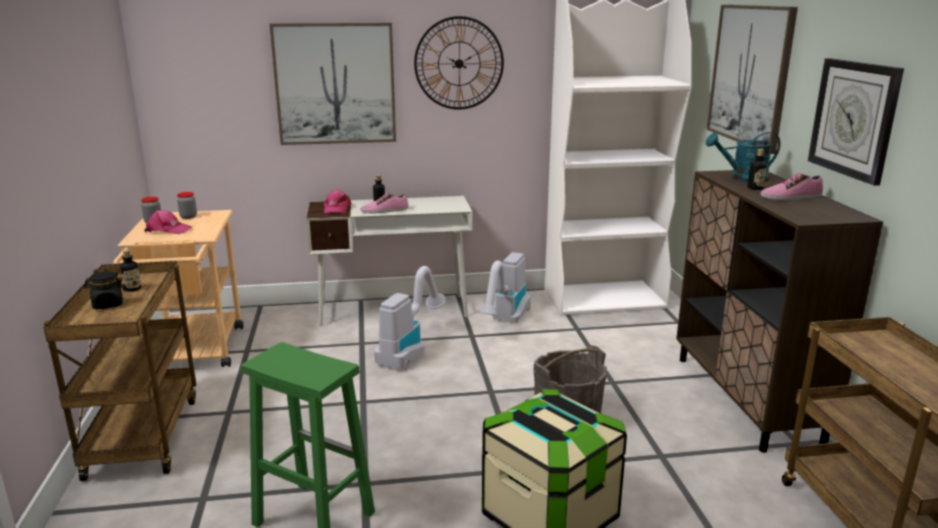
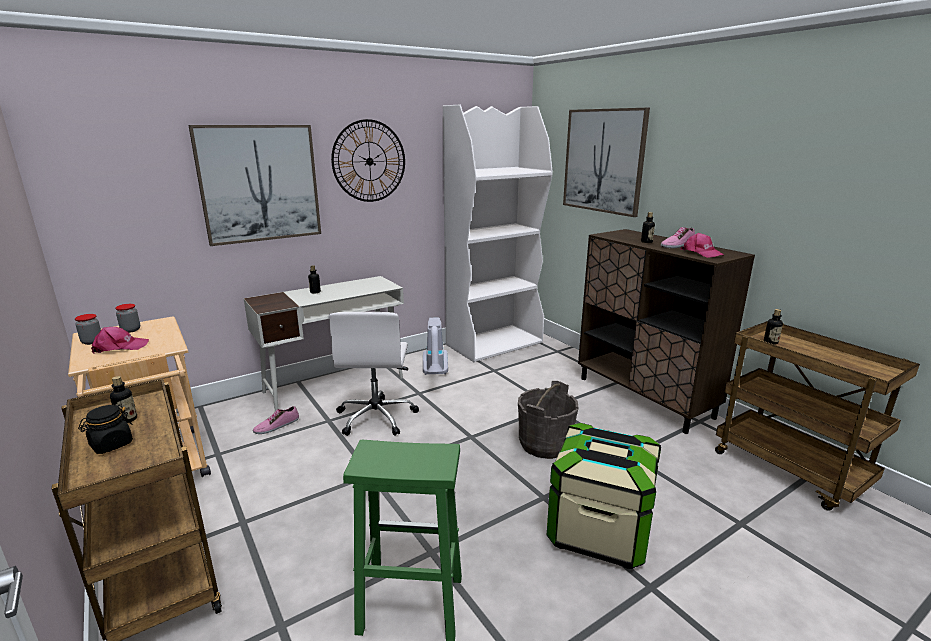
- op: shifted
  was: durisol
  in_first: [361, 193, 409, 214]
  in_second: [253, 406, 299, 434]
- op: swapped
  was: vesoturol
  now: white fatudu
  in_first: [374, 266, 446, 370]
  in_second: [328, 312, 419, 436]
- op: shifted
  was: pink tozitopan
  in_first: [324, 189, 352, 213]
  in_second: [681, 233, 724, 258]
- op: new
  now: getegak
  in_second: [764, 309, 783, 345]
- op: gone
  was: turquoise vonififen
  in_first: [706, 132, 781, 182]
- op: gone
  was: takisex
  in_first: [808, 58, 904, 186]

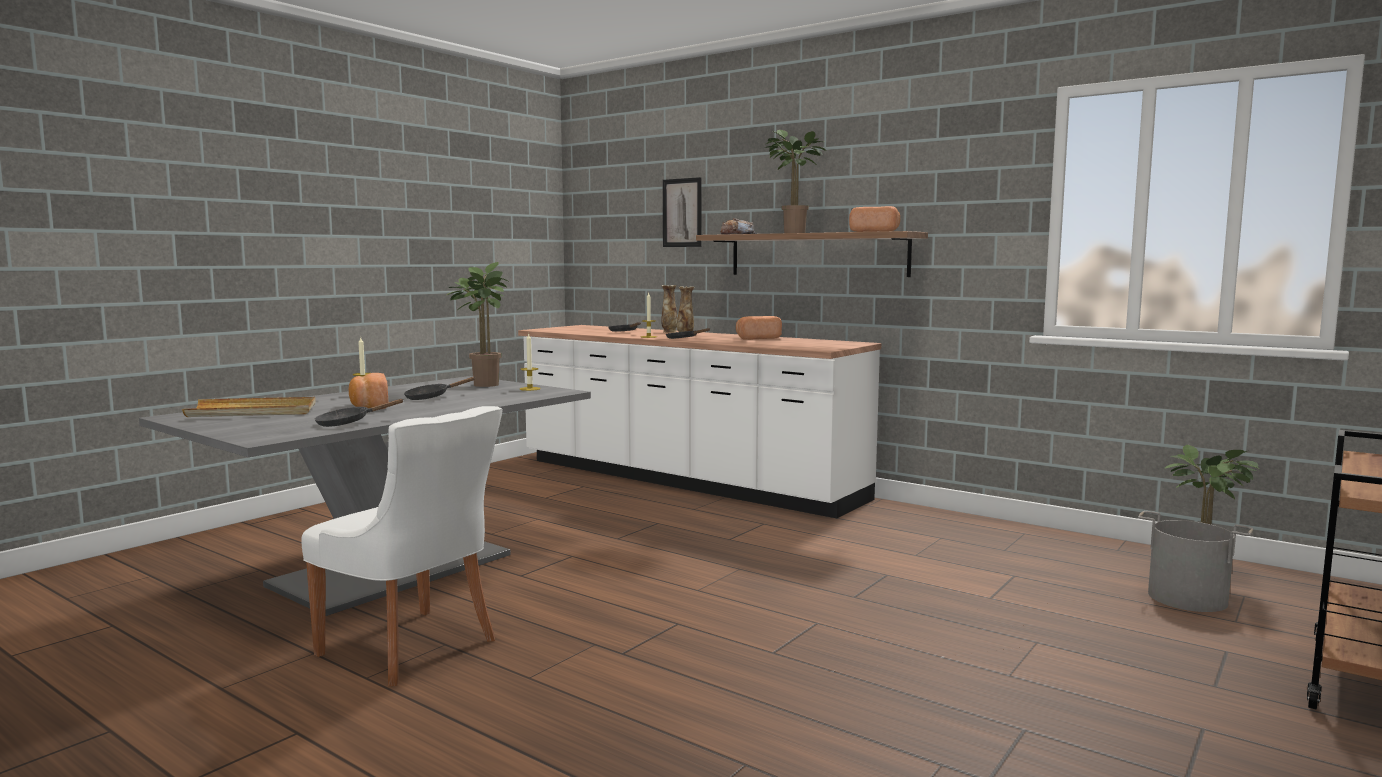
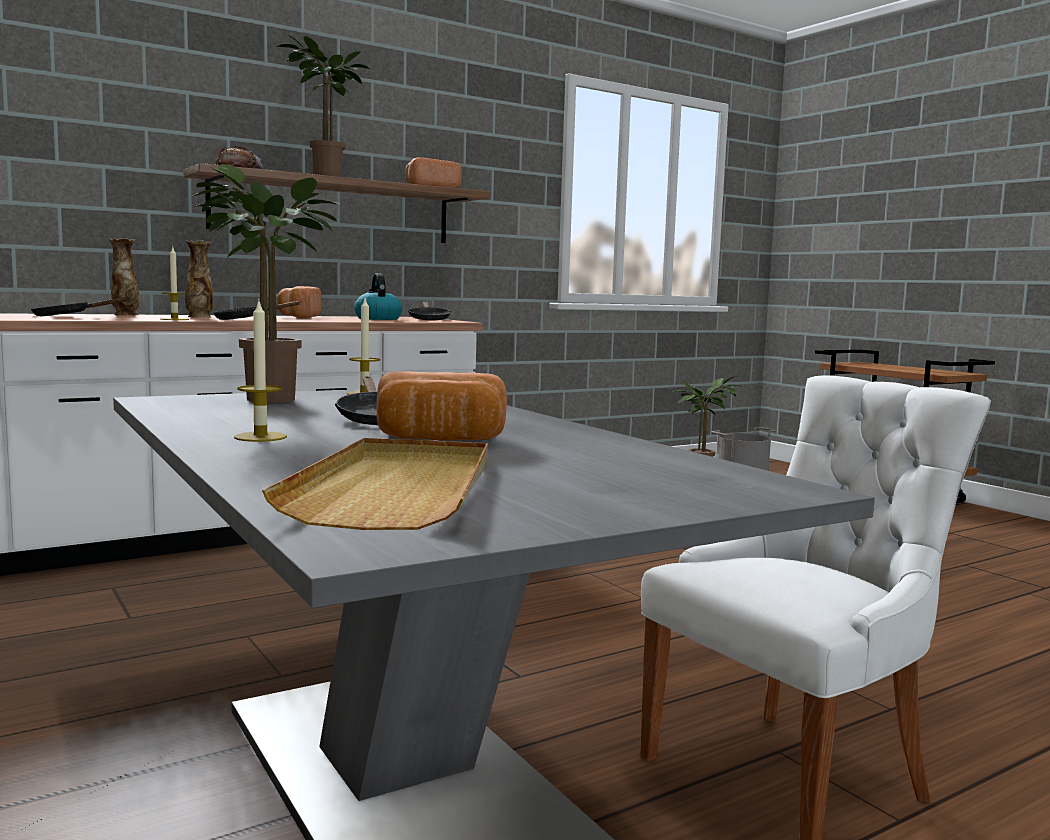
- op: new
  now: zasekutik
  in_second: [354, 273, 402, 320]
- op: shifted
  was: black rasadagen
  in_first: [315, 399, 404, 427]
  in_second: [408, 302, 451, 320]
- op: gone
  was: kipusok
  in_first: [663, 177, 702, 247]

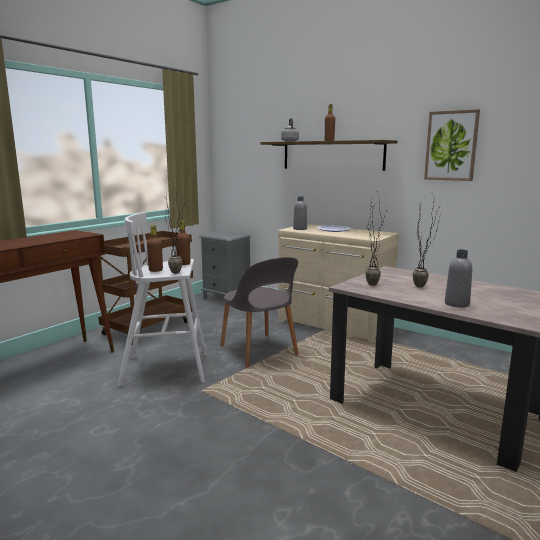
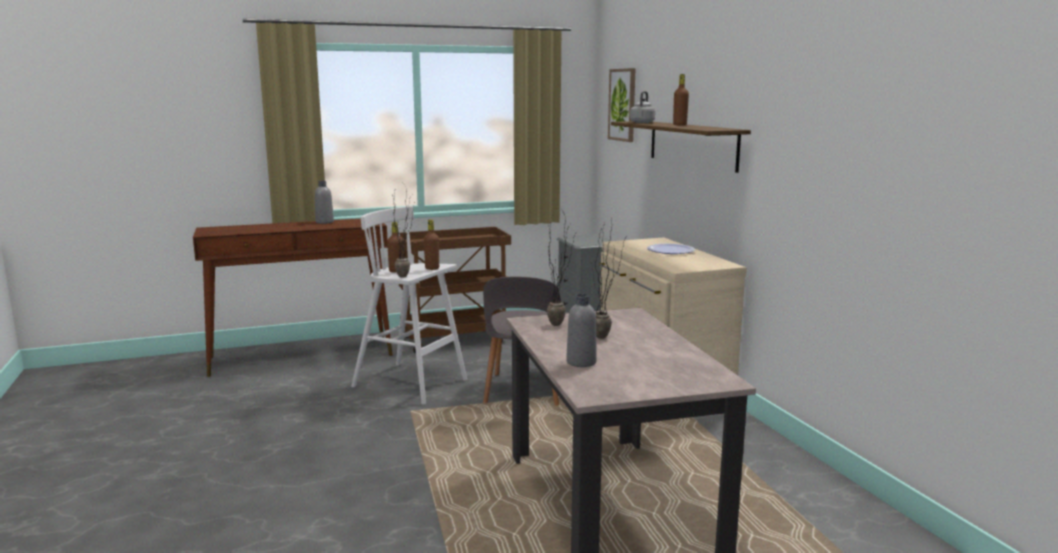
- op: shifted
  was: grey getegak
  in_first: [293, 196, 307, 230]
  in_second: [315, 181, 334, 224]
- op: shifted
  was: kipusok
  in_first: [424, 109, 480, 181]
  in_second: [608, 68, 635, 142]

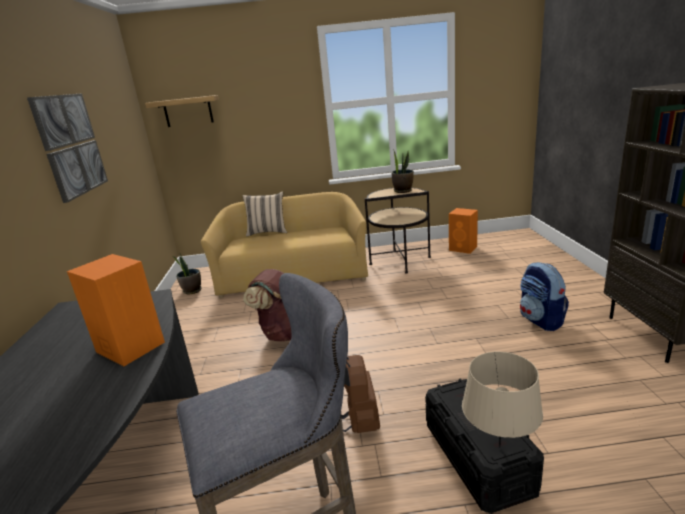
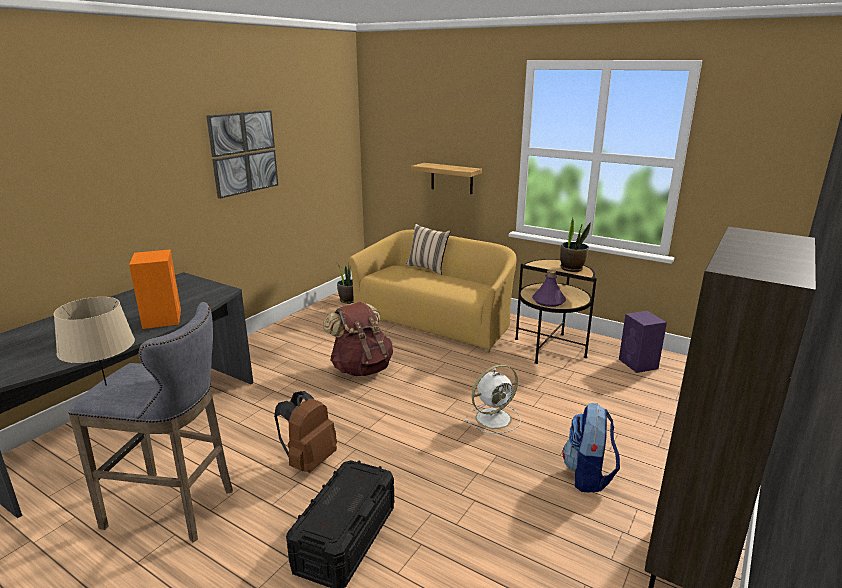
- op: shifted
  was: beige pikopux
  in_first: [462, 352, 543, 448]
  in_second: [54, 297, 135, 386]
- op: shifted
  was: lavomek
  in_first: [145, 95, 219, 127]
  in_second: [411, 163, 482, 194]
- op: new
  now: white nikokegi
  in_second: [465, 364, 521, 434]
- op: new
  now: purple getegak
  in_second: [532, 270, 566, 307]
- op: repainted
  was: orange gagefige
  now: purple gagefige
  in_first: [449, 208, 478, 254]
  in_second: [619, 311, 667, 373]

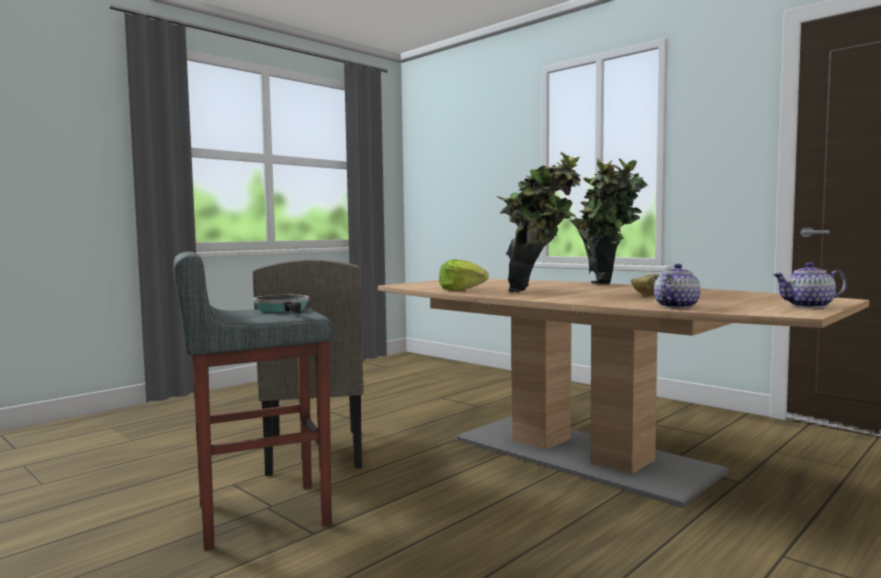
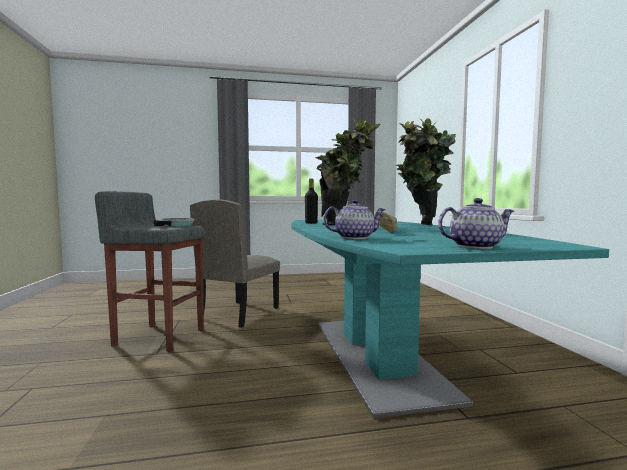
- op: repainted
  was: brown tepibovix
  now: turquoise tepibovix
  in_first: [378, 279, 869, 508]
  in_second: [291, 220, 609, 419]
- op: swapped
  was: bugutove
  now: black getegak
  in_first: [439, 259, 489, 291]
  in_second: [305, 179, 318, 224]
- op: rotated
  was: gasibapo
  in_first: [773, 262, 847, 308]
  in_second: [438, 198, 514, 249]
  clockwise: 135

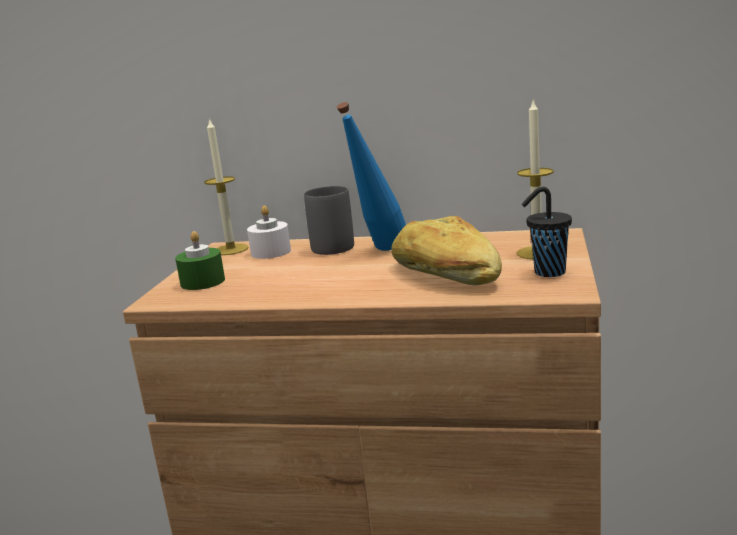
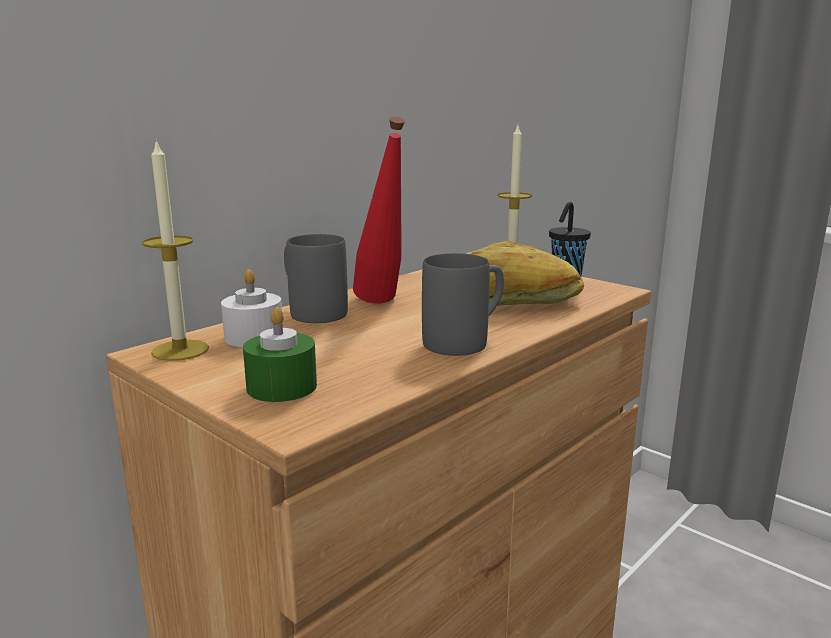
- op: repainted
  was: blue getegak
  now: red getegak
  in_first: [337, 102, 406, 251]
  in_second: [353, 117, 405, 304]
- op: new
  now: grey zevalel
  in_second: [422, 253, 504, 356]

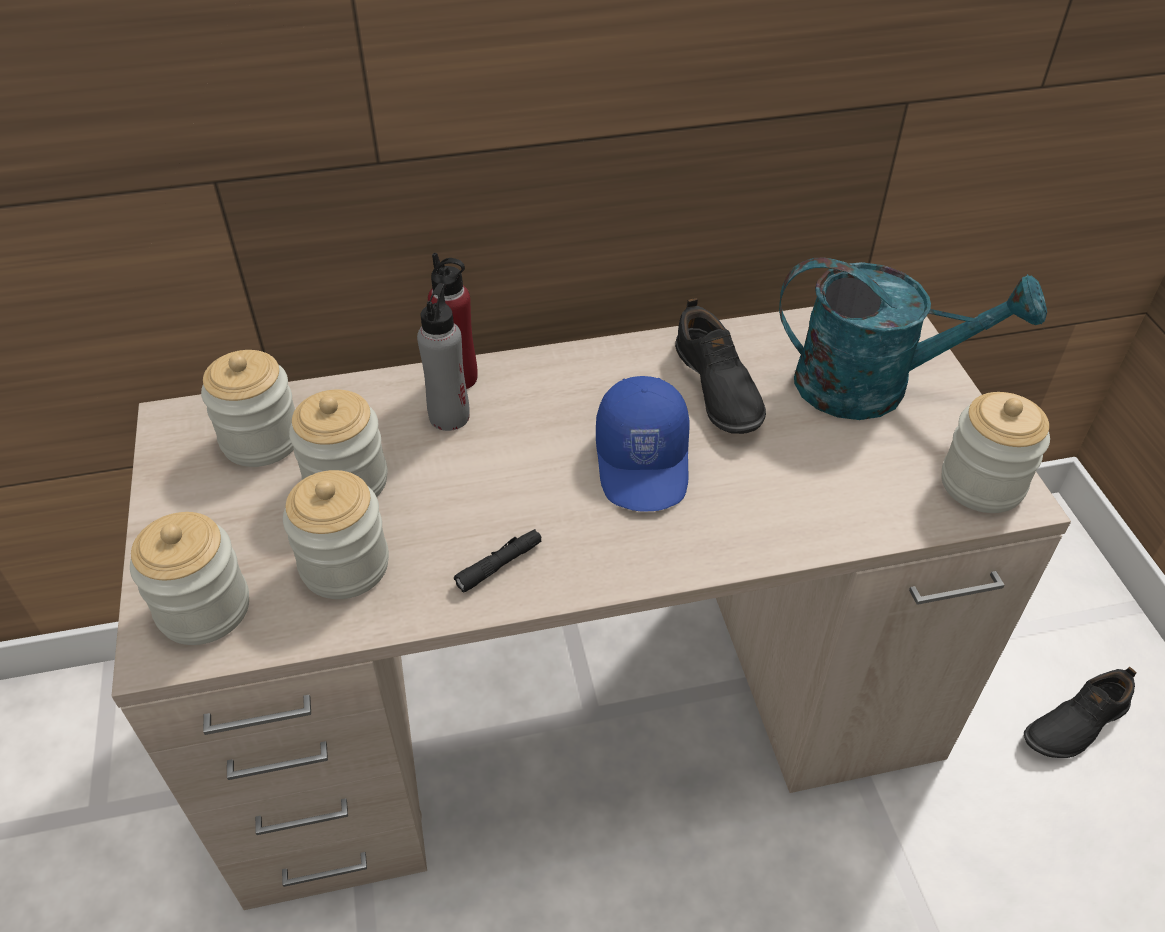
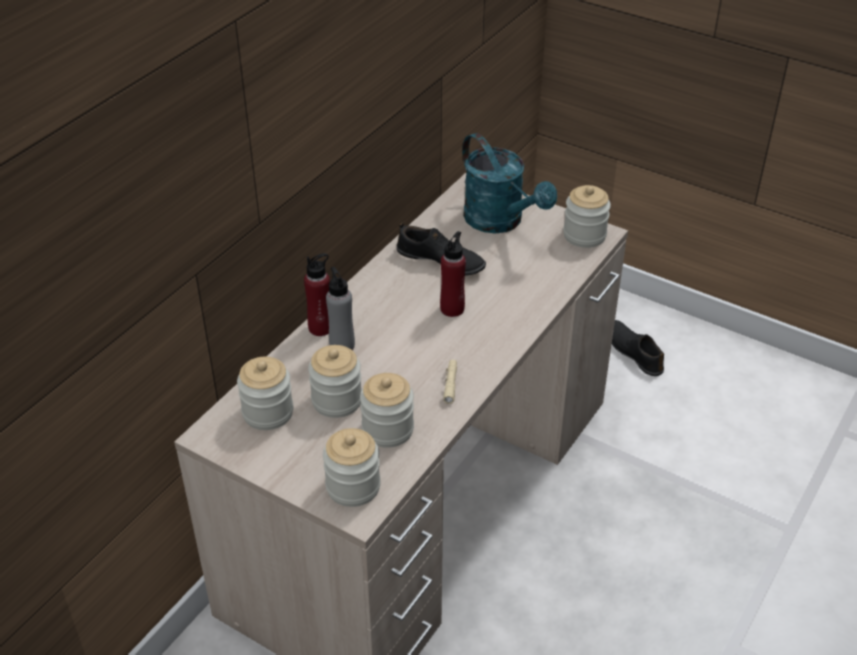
- op: swapped
  was: blue tozitopan
  now: red getegak
  in_first: [596, 376, 690, 511]
  in_second: [440, 231, 466, 317]
- op: repainted
  was: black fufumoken
  now: beige fufumoken
  in_first: [454, 529, 541, 593]
  in_second: [443, 360, 457, 404]
- op: rotated
  was: turquoise vonififen
  in_first: [779, 257, 1047, 420]
  in_second: [462, 133, 557, 233]
  clockwise: 90
- op: rotated
  was: black durisol
  in_first: [1024, 667, 1137, 758]
  in_second: [612, 320, 664, 376]
  clockwise: 135

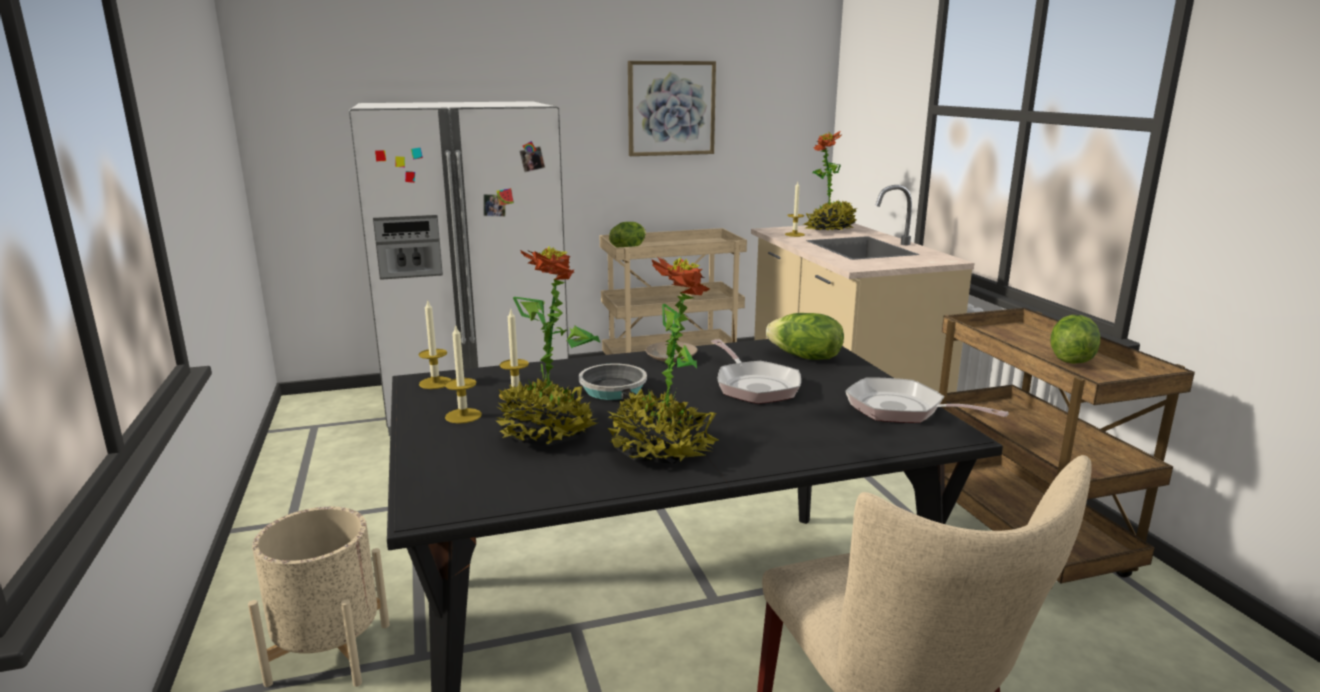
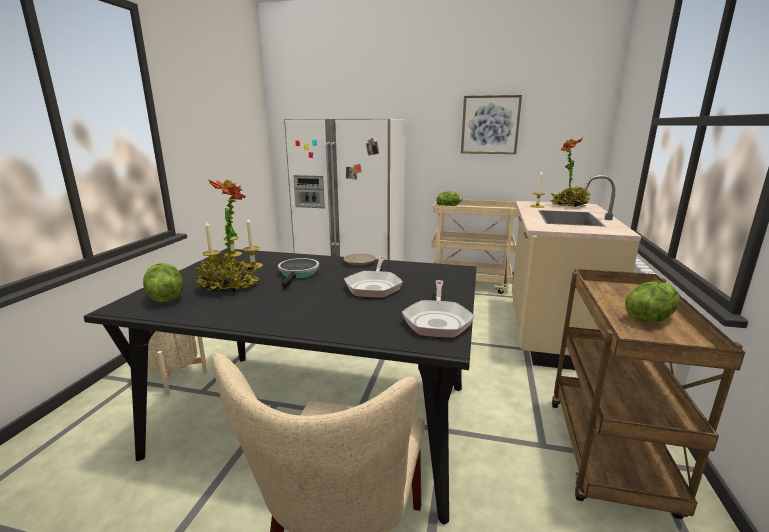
- op: shifted
  was: bugutove
  in_first: [766, 313, 844, 360]
  in_second: [143, 263, 183, 303]
- op: rotated
  was: rasadagen
  in_first: [845, 377, 1009, 423]
  in_second: [402, 280, 475, 338]
  clockwise: -150
- op: gone
  was: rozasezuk
  in_first: [608, 257, 719, 464]

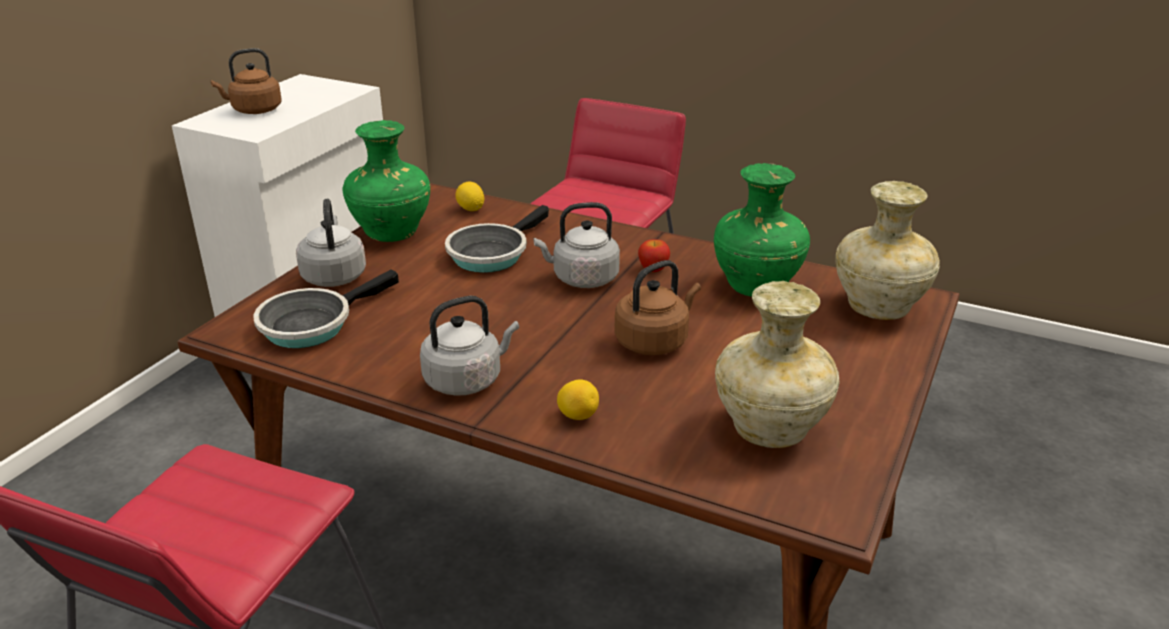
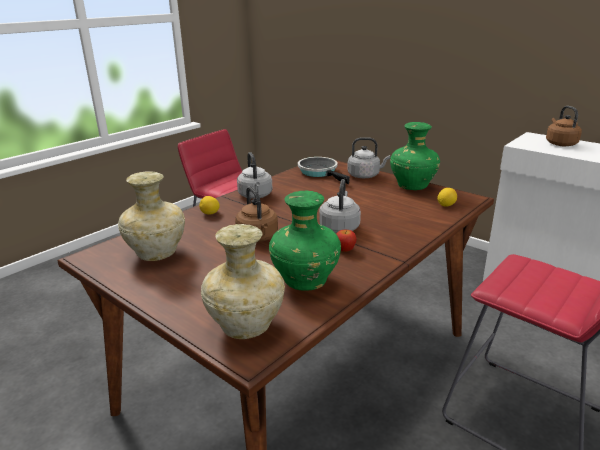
- op: gone
  was: rasadagen
  in_first: [445, 205, 549, 273]

